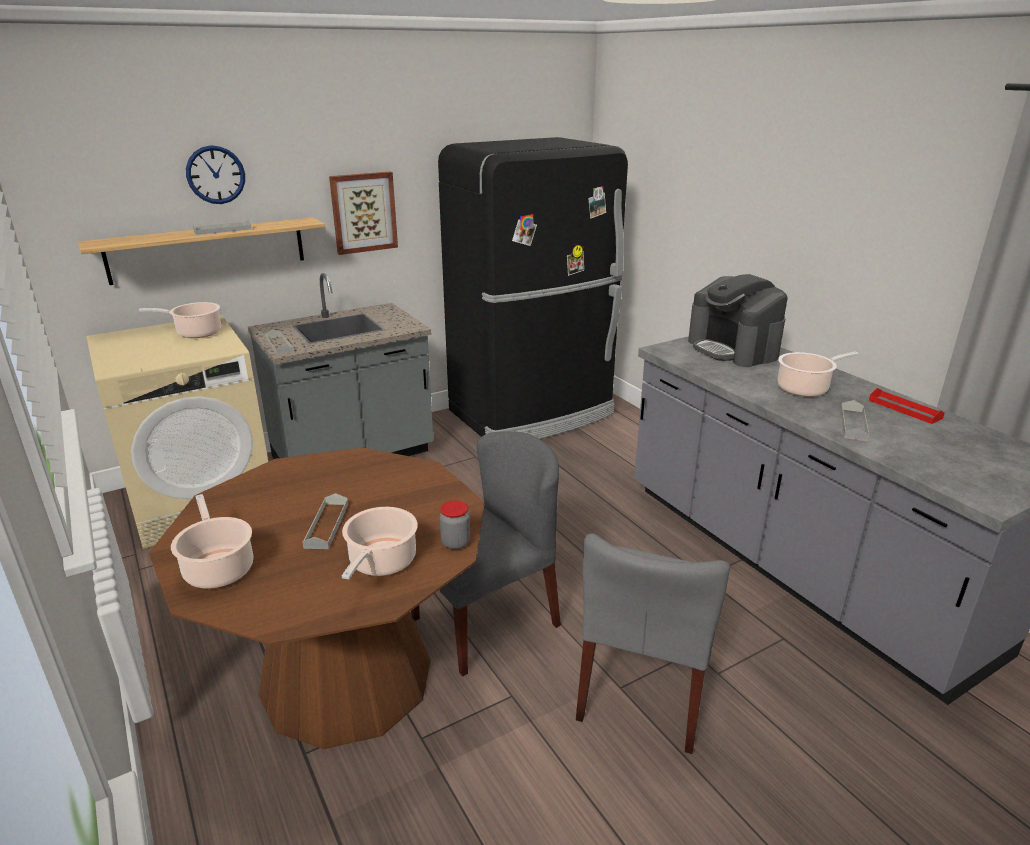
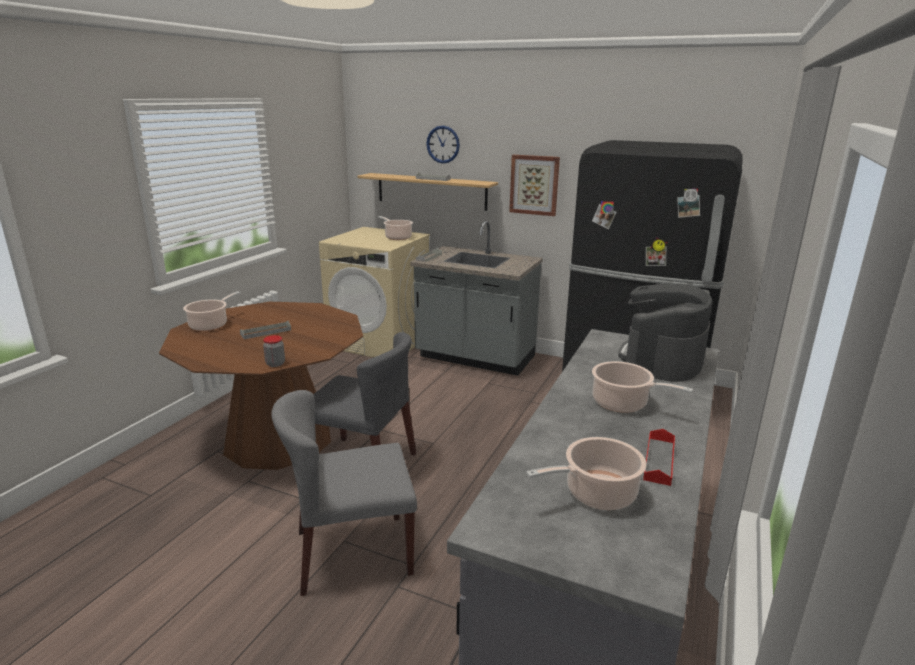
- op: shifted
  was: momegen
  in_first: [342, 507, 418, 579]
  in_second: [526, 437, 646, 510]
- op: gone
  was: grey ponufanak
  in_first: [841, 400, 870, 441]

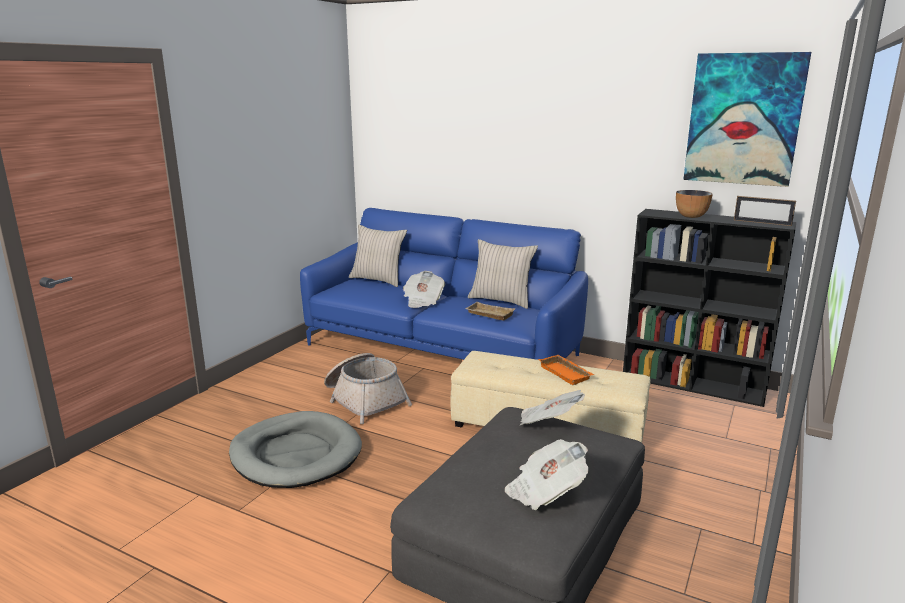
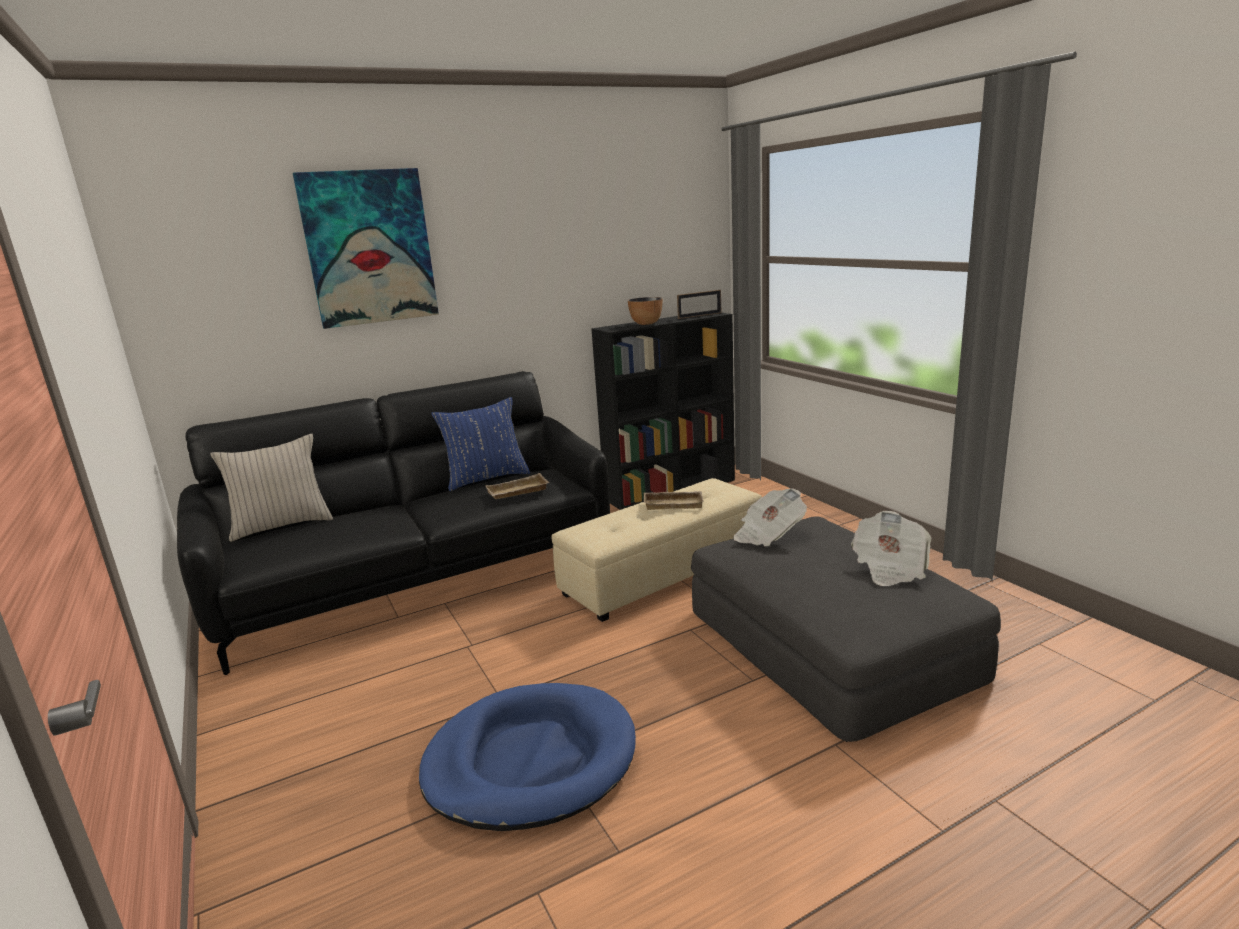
- op: repainted
  was: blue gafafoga
  now: black gafafoga
  in_first: [300, 208, 588, 360]
  in_second: [177, 371, 610, 675]
- op: shifted
  was: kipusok
  in_first: [683, 52, 811, 187]
  in_second: [293, 168, 439, 329]
- op: repainted
  was: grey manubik
  now: blue manubik
  in_first: [229, 411, 362, 488]
  in_second: [419, 683, 636, 831]
- op: repainted
  was: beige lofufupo
  now: blue lofufupo
  in_first: [468, 239, 538, 309]
  in_second: [431, 397, 530, 491]
- op: repainted
  was: orange ponufanak
  now: beige ponufanak
  in_first: [538, 354, 594, 385]
  in_second: [643, 491, 704, 510]
- op: gone
  was: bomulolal
  in_first: [324, 353, 412, 424]
- op: gone
  was: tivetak
  in_first: [403, 271, 445, 308]

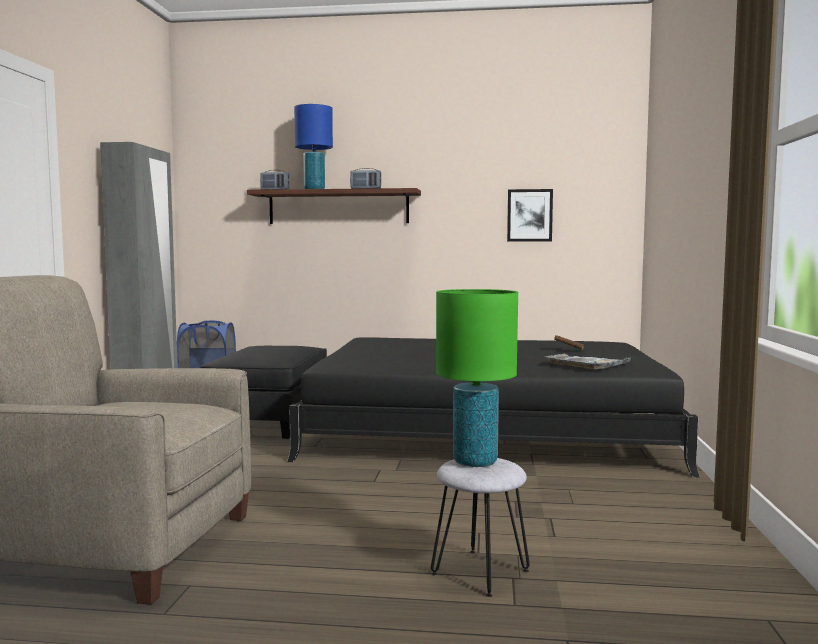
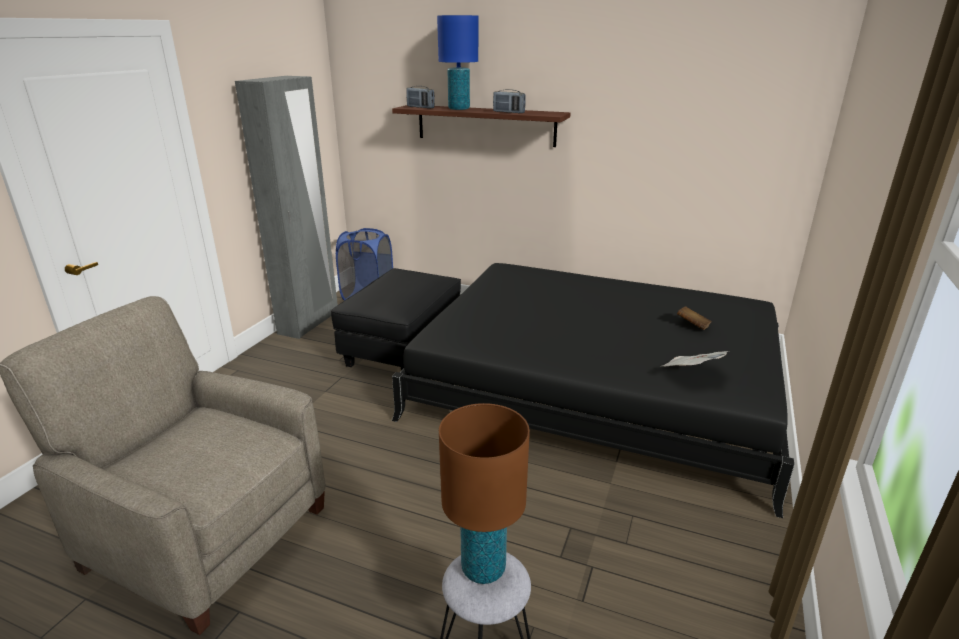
- op: repainted
  was: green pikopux
  now: brown pikopux
  in_first: [436, 289, 518, 467]
  in_second: [439, 403, 530, 584]
- op: swapped
  was: grey ponufanak
  now: tivetak
  in_first: [545, 354, 631, 369]
  in_second: [662, 351, 728, 366]
- op: gone
  was: kipusok
  in_first: [507, 189, 553, 242]

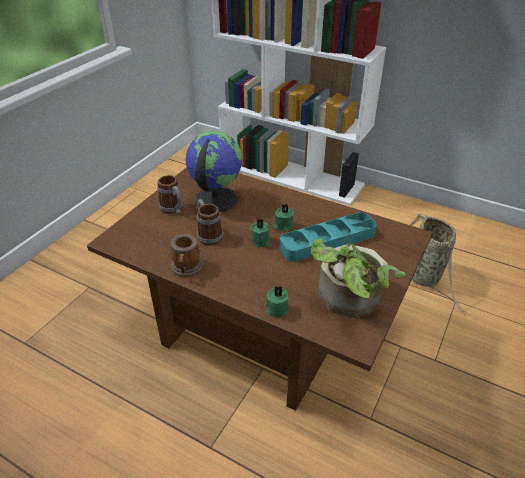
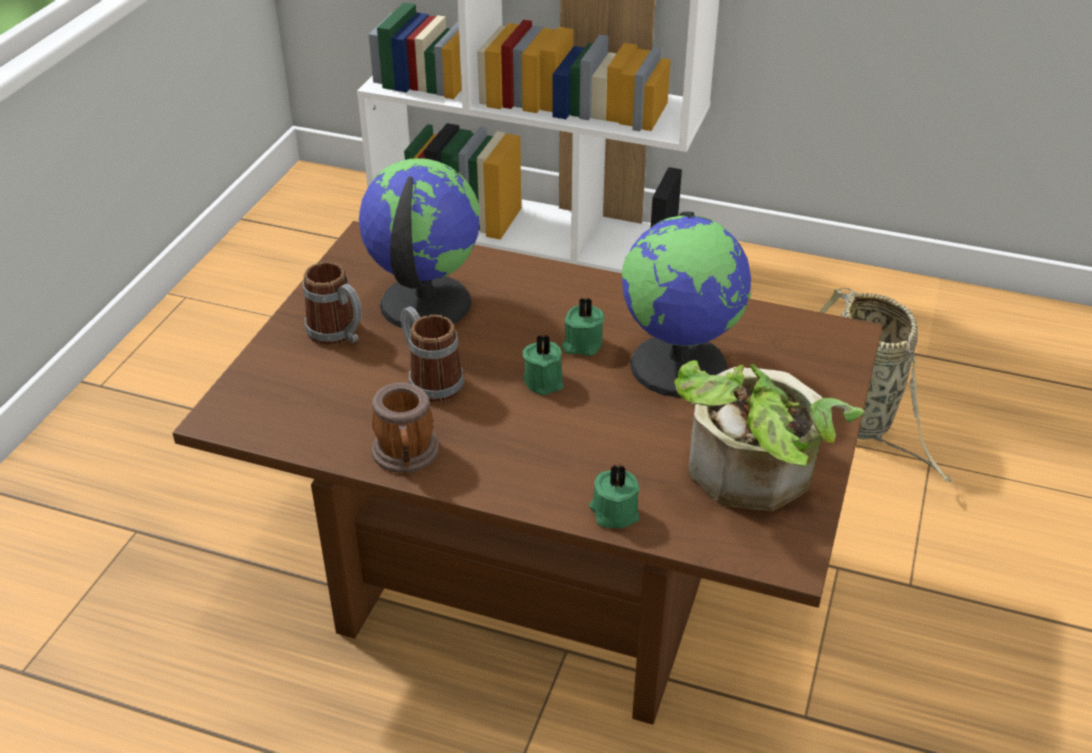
- op: swapped
  was: turquoise ponufanak
  now: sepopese
  in_first: [280, 212, 377, 261]
  in_second: [622, 211, 752, 397]

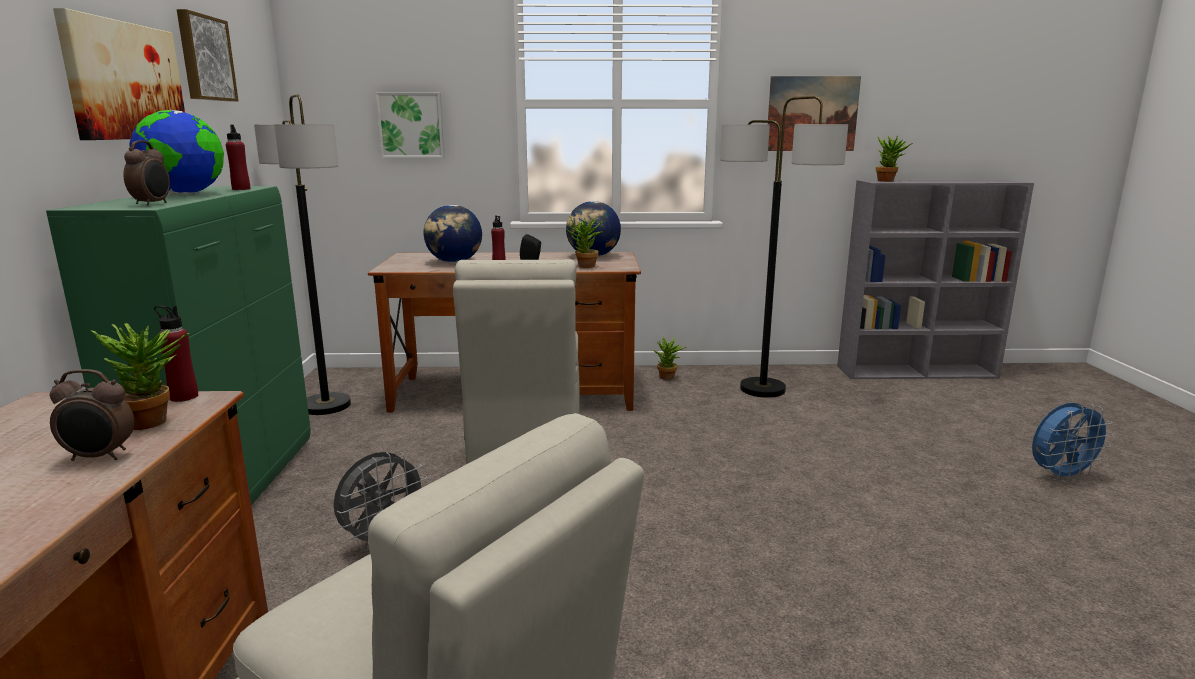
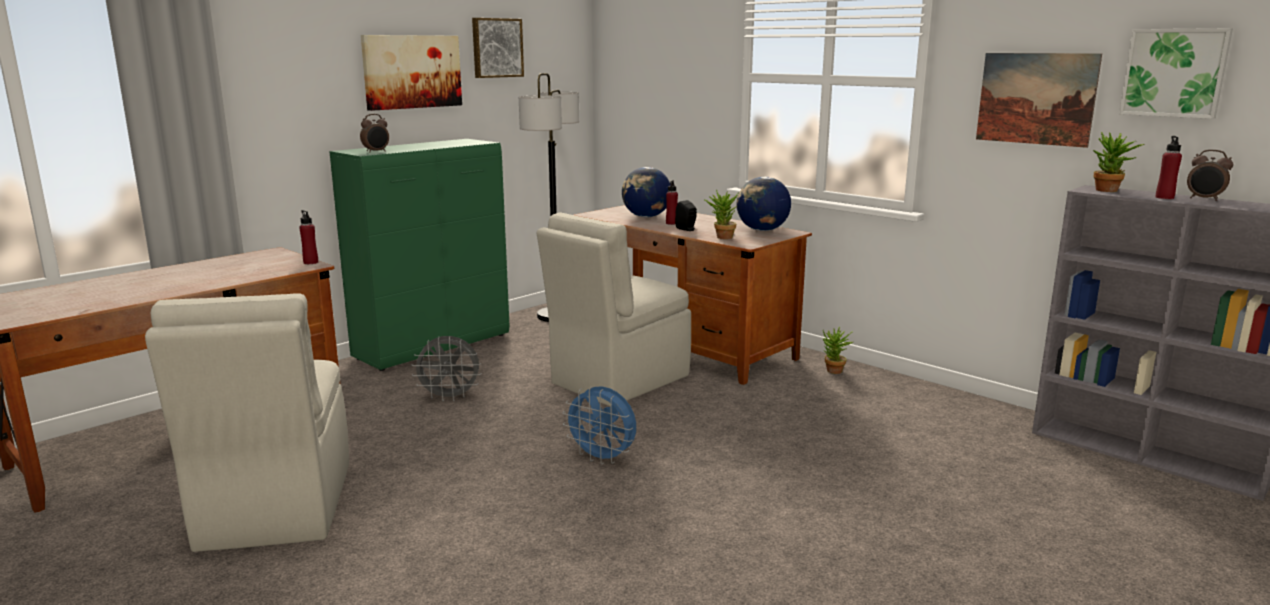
- op: shifted
  was: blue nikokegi
  in_first: [1032, 403, 1114, 483]
  in_second: [562, 386, 636, 465]
- op: shifted
  was: kipusok
  in_first: [376, 93, 445, 158]
  in_second: [1119, 28, 1233, 119]
- op: shifted
  was: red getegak
  in_first: [226, 124, 250, 190]
  in_second: [1156, 136, 1182, 199]
- op: shifted
  was: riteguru
  in_first: [50, 369, 134, 461]
  in_second: [1187, 150, 1233, 201]
- op: gone
  was: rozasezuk
  in_first: [91, 323, 189, 430]
- op: gone
  was: sepopese
  in_first: [129, 110, 224, 195]
- op: gone
  was: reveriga
  in_first: [720, 96, 848, 398]

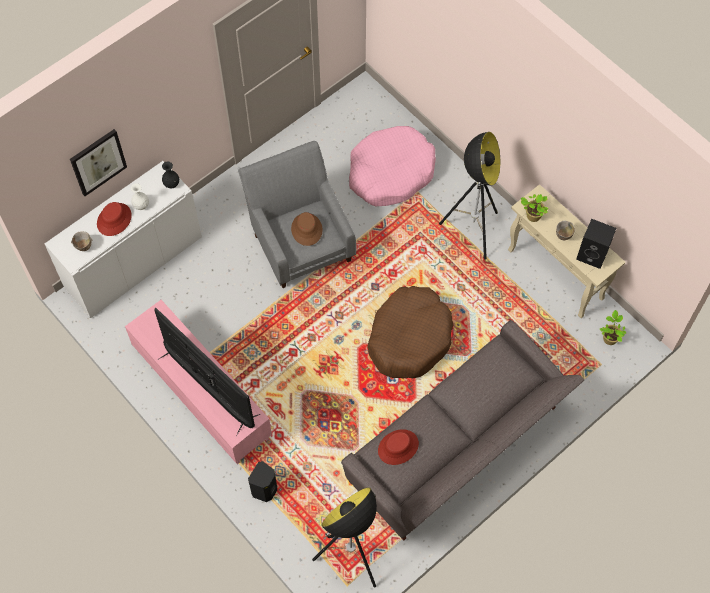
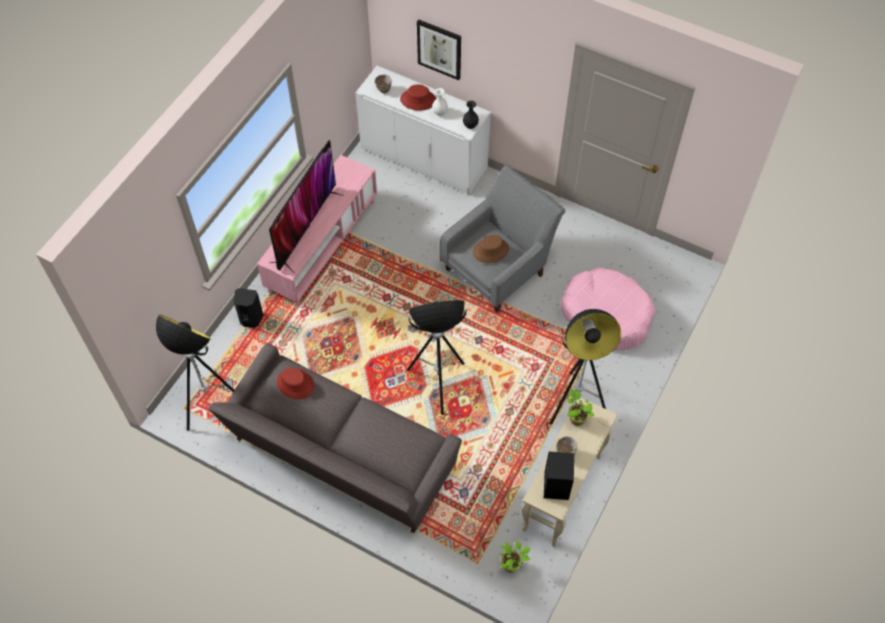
- op: swapped
  was: brown manubik
  now: reveriga
  in_first: [367, 286, 454, 379]
  in_second: [407, 300, 467, 415]

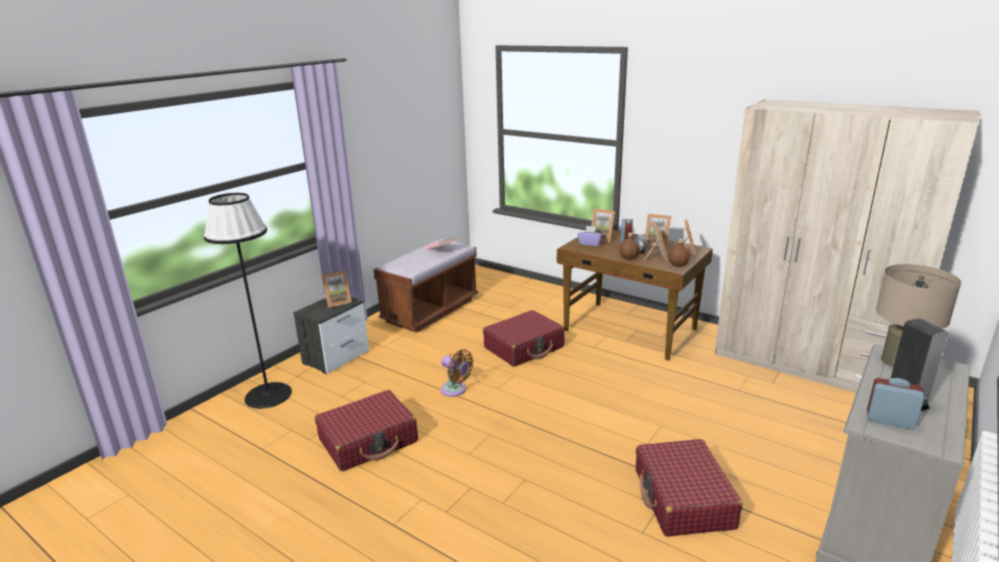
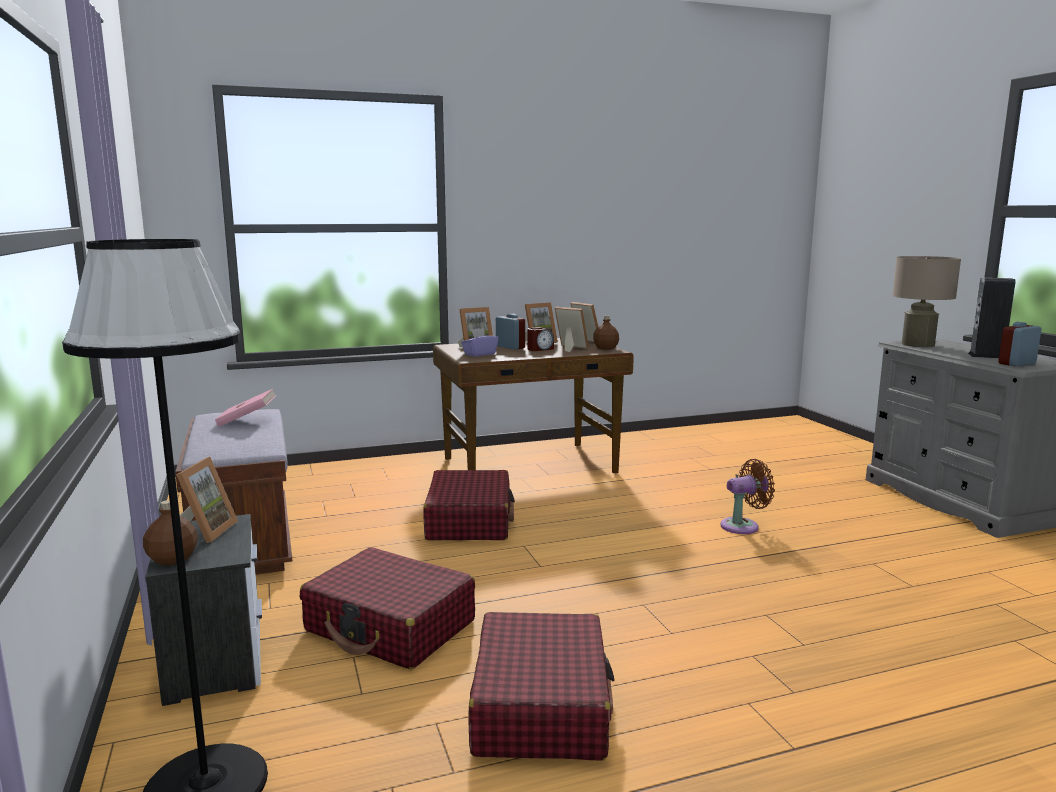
- op: shifted
  was: brown getegak
  in_first: [619, 233, 640, 260]
  in_second: [143, 500, 198, 566]
- op: shifted
  was: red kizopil
  in_first: [636, 439, 742, 537]
  in_second: [300, 547, 475, 669]
- op: shifted
  was: brown nikokegi
  in_first: [440, 350, 474, 397]
  in_second: [720, 459, 775, 534]
- op: gone
  was: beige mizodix
  in_first: [714, 99, 980, 393]

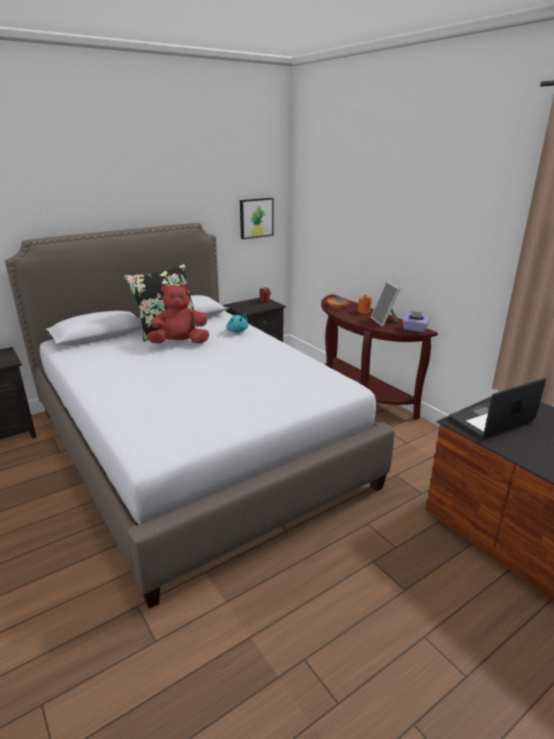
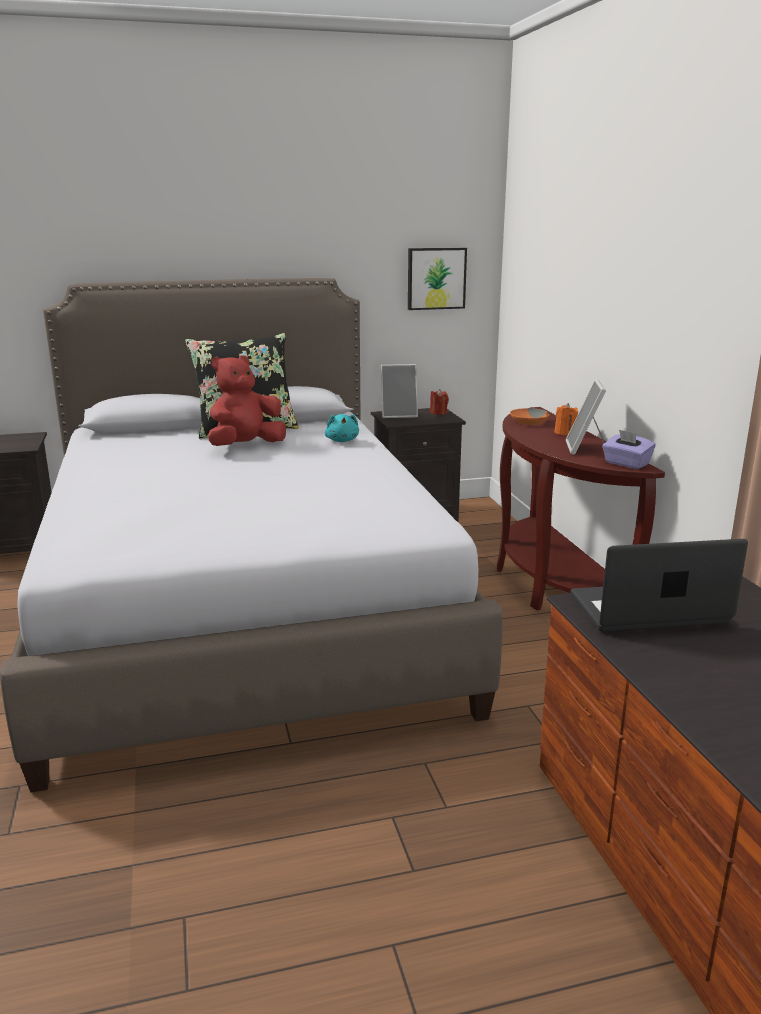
- op: rotated
  was: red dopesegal
  in_first: [147, 284, 209, 344]
  in_second: [208, 355, 286, 446]
  clockwise: -45
- op: new
  now: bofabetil
  in_second: [381, 364, 418, 418]

